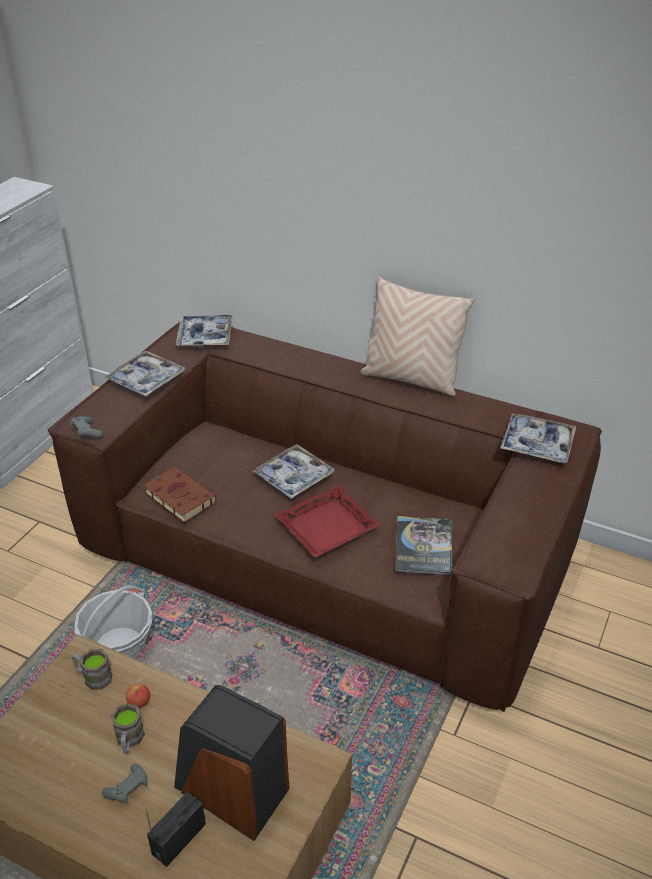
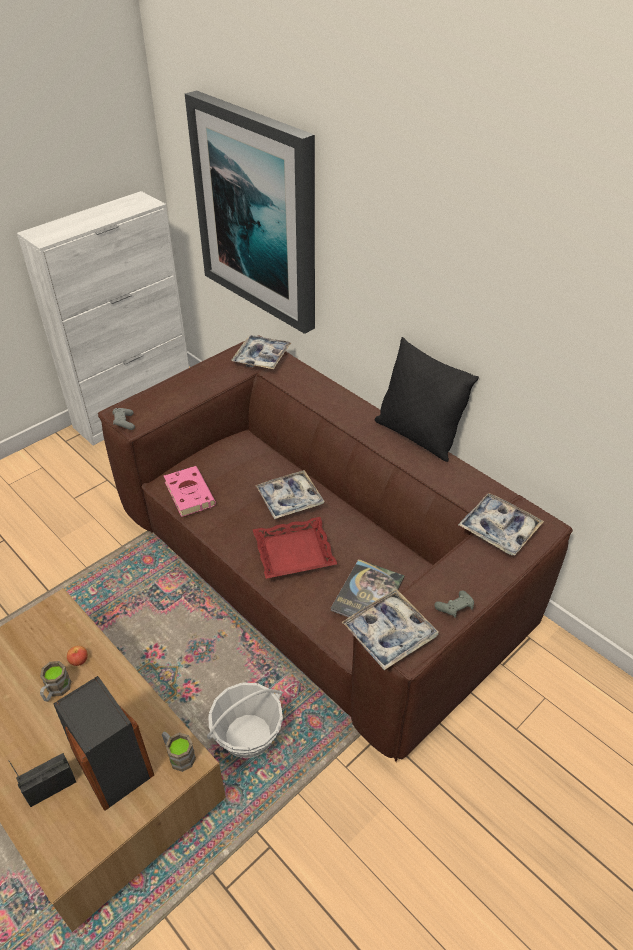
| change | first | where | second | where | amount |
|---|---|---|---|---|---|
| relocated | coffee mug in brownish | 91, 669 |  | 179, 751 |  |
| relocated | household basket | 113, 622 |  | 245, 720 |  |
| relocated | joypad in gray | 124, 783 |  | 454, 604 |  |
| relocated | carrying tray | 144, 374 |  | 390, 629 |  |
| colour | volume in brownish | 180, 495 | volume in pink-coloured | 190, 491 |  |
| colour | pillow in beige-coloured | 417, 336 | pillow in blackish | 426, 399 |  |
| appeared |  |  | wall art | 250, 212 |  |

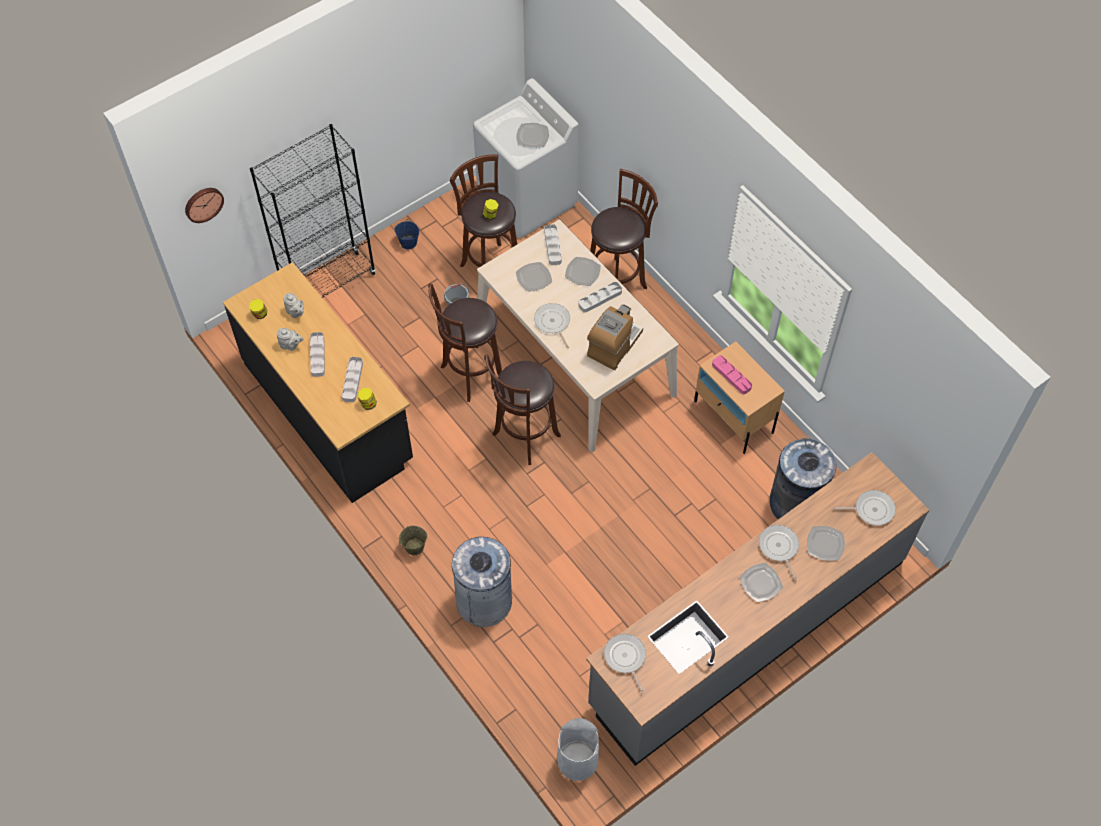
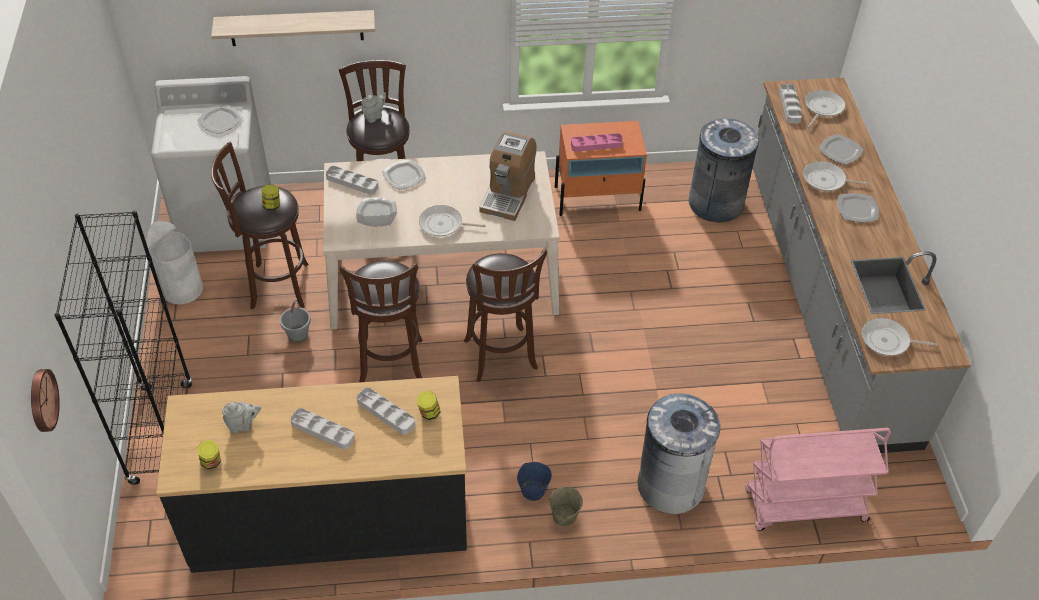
| change | first | where | second | where | amount |
|---|---|---|---|---|---|
| relocated | teapot in gray | 290, 339 |  | 373, 107 |  |
| relocated | water bucket in bluish | 407, 234 |  | 534, 481 |  |
| relocated | waste bin in whitish | 578, 749 |  | 175, 263 |  |
| relocated | carrying tray in gray | 600, 297 |  | 790, 103 |  |
| spun | coffee brewer | 615, 337 |  | 508, 176 | 135 degrees counterclockwise |
| colour | bedside table in beige-coloured | 739, 397 | bedside table in orange-coloured | 601, 168 |  |
| appeared |  |  | bracket shelf | 293, 28 |  |
| appeared |  |  | wheeled cart in pink-coloured | 818, 479 |  |

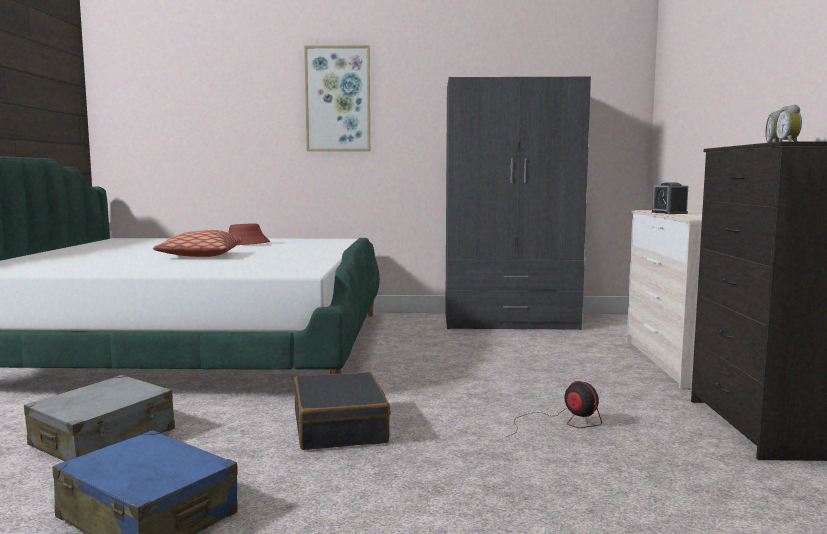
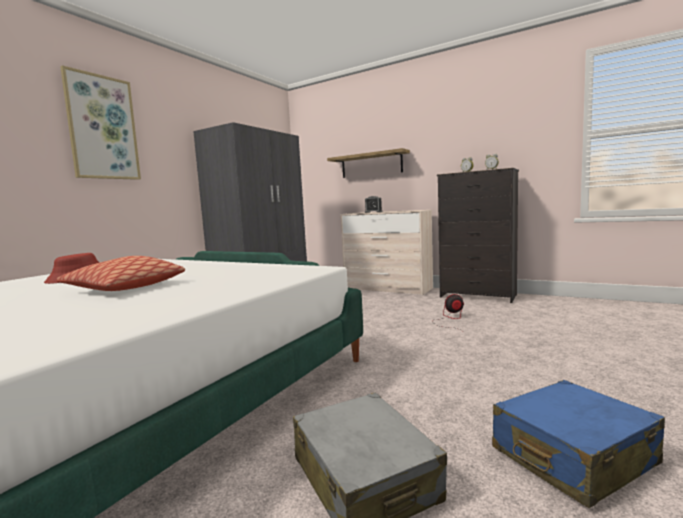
| change | first | where | second | where | amount |
|---|---|---|---|---|---|
| missing | suitcase in blackish | 342, 411 |  |  |  |
| appeared |  |  | bracket shelf | 368, 163 |  |

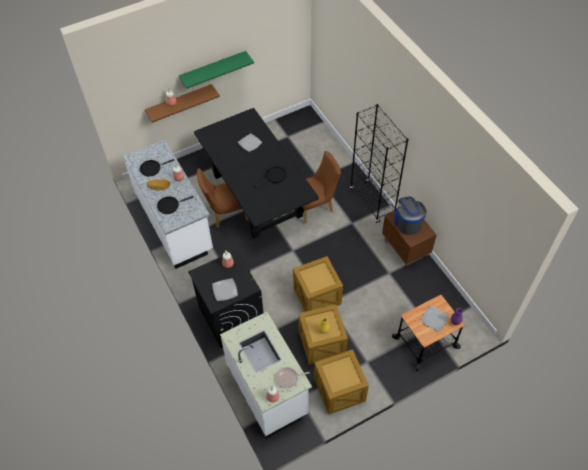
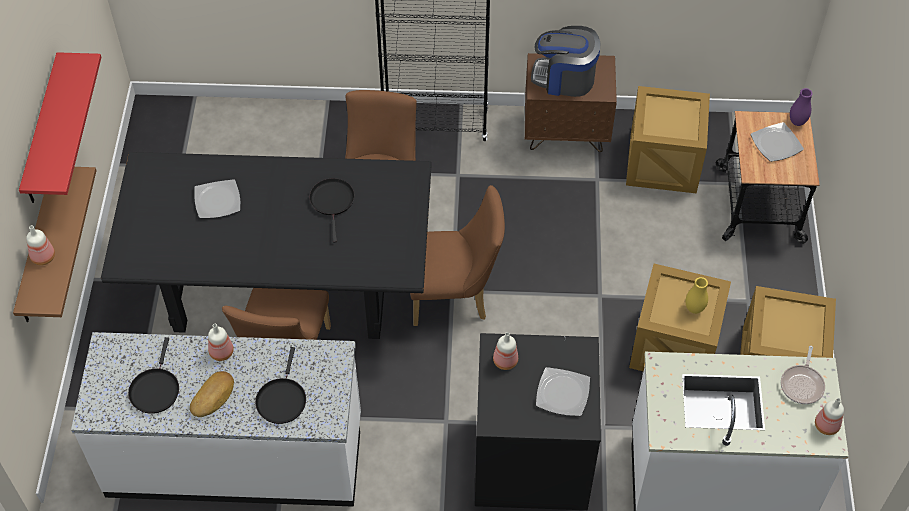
| change | first | where | second | where | amount |
|---|---|---|---|---|---|
| colour | bracket shelf in green-coloured | 216, 70 | bracket shelf in red-coloured | 60, 127 |  |
| relocated | shipping crate | 318, 284 |  | 668, 139 |  |
| appeared |  |  | upright chair in brownish | 457, 255 |  |

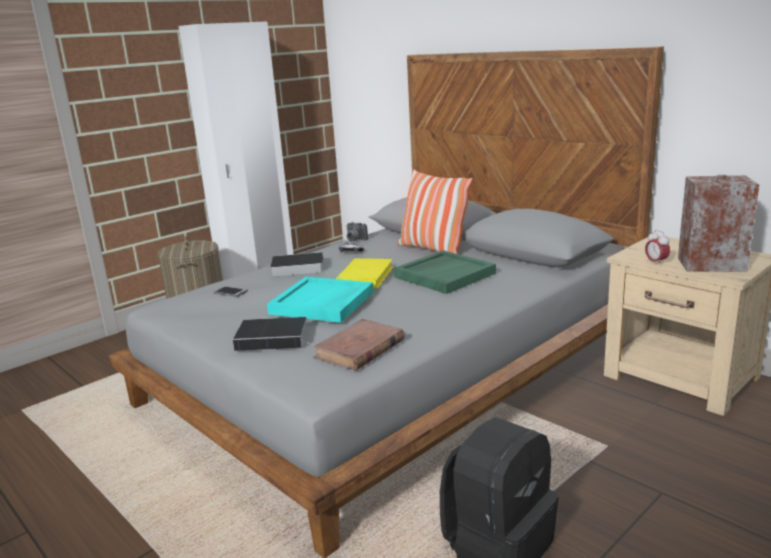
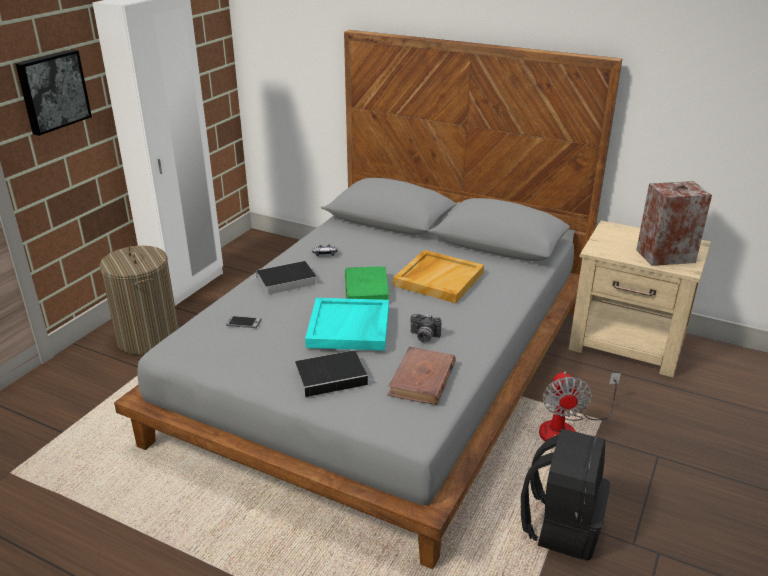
| change | first | where | second | where | amount |
|---|---|---|---|---|---|
| colour | volume in yellow-coloured | 365, 273 | volume in green-coloured | 367, 283 |  |
| relocated | still camera | 357, 232 |  | 426, 328 |  |
| colour | carrying tray in green-coloured | 445, 272 | carrying tray in beige-coloured | 438, 276 |  |
| missing | pillow | 435, 211 |  |  |  |
| missing | table clock | 657, 248 |  |  |  |
| appeared |  |  | wall art | 54, 92 |  |
| appeared |  |  | fan | 580, 406 |  |

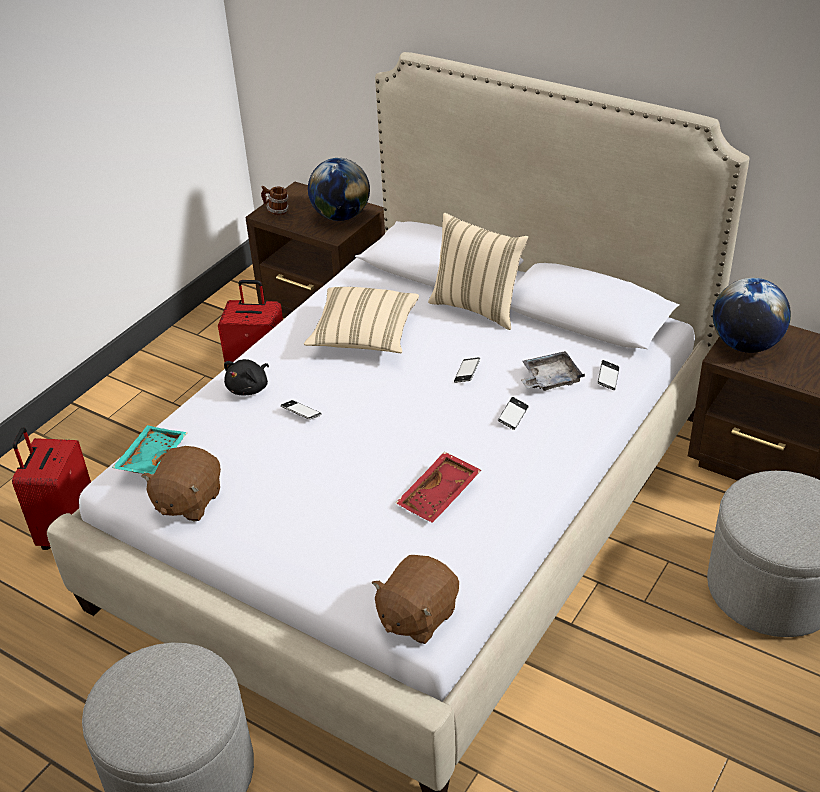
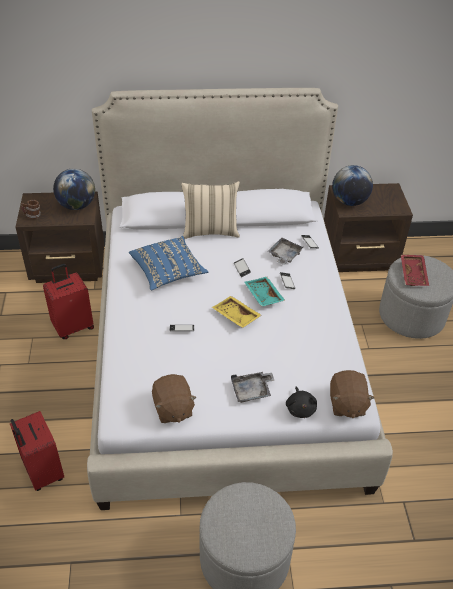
| change | first | where | second | where | amount |
|---|---|---|---|---|---|
| relocated | carrying tray in turquoise-coloured | 149, 450 |  | 264, 292 |  |
| relocated | soft toy in blackish | 246, 377 |  | 301, 402 |  |
| colour | pillow in beige-coloured | 361, 320 | pillow in bluish | 168, 263 |  |
| relocated | carrying tray in red-coloured | 438, 487 |  | 415, 270 |  |
| appeared |  |  | carrying tray in yellow-coloured | 237, 312 |  |
| appeared |  |  | carrying tray in gray | 253, 387 |  |

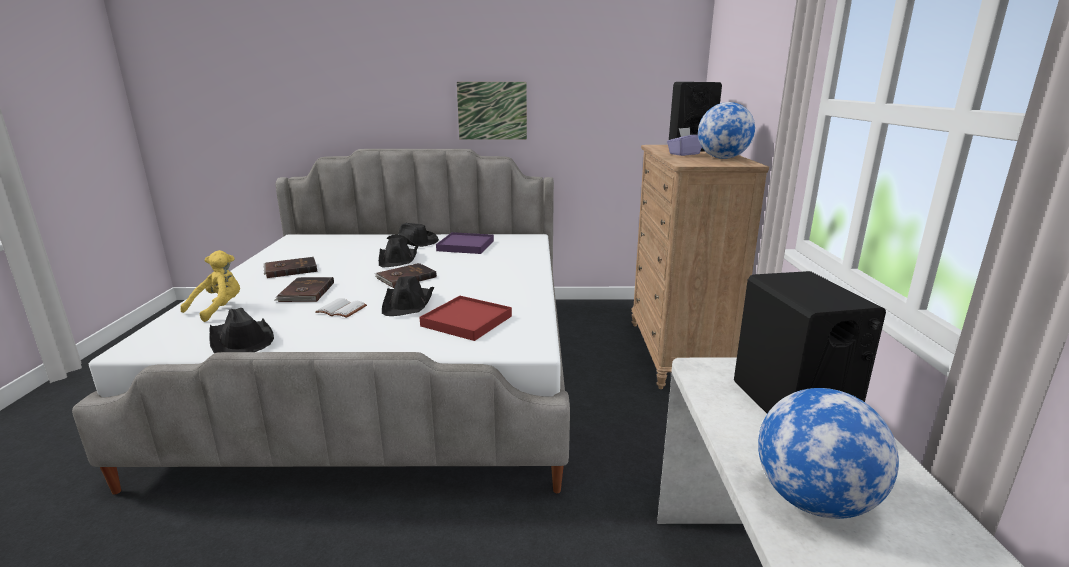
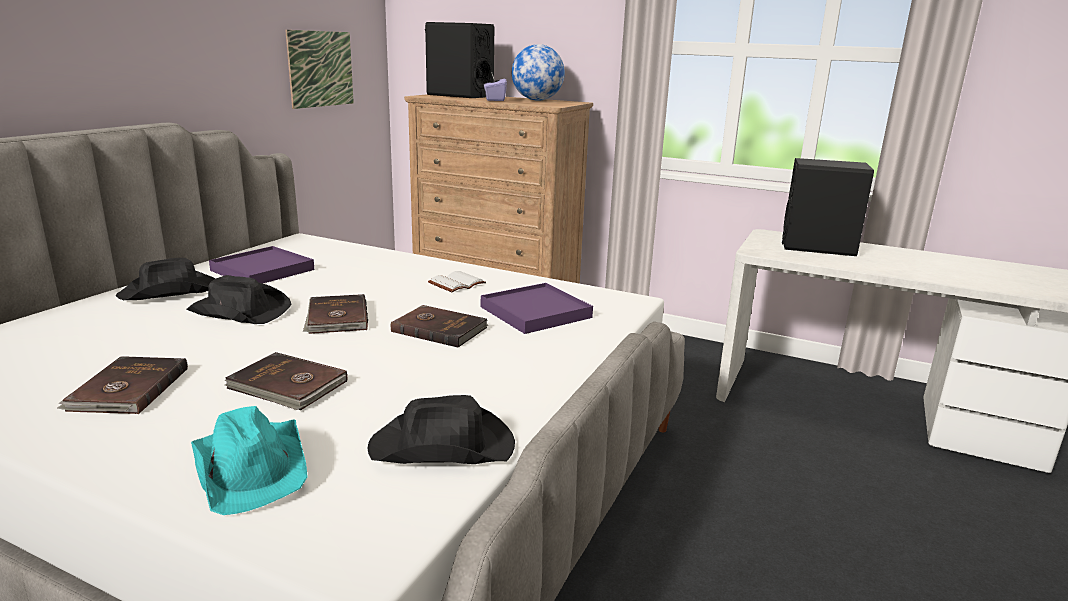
| change | first | where | second | where | amount |
|---|---|---|---|---|---|
| exchanged | soft toy in yellow-coloured | 210, 286 | wearable hat in turquoise-coloured | 249, 460 |  |
| relocated | volume in whitish | 341, 308 |  | 457, 281 |  |
| exchanged | wearable hat in blackish | 408, 296 | volume in brownish | 439, 326 |  |
| colour | carrying tray in red-coloured | 465, 318 | carrying tray in purplish | 537, 308 |  |
| relocated | wall art | 492, 110 |  | 319, 69 |  |
| missing | globe | 828, 453 |  |  |  |

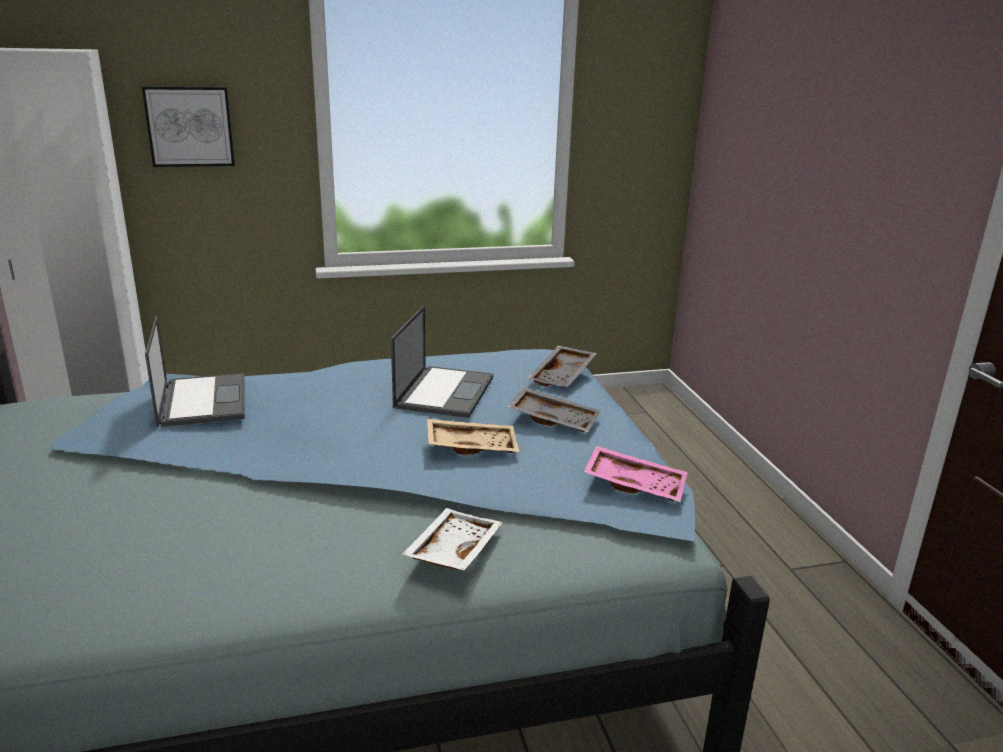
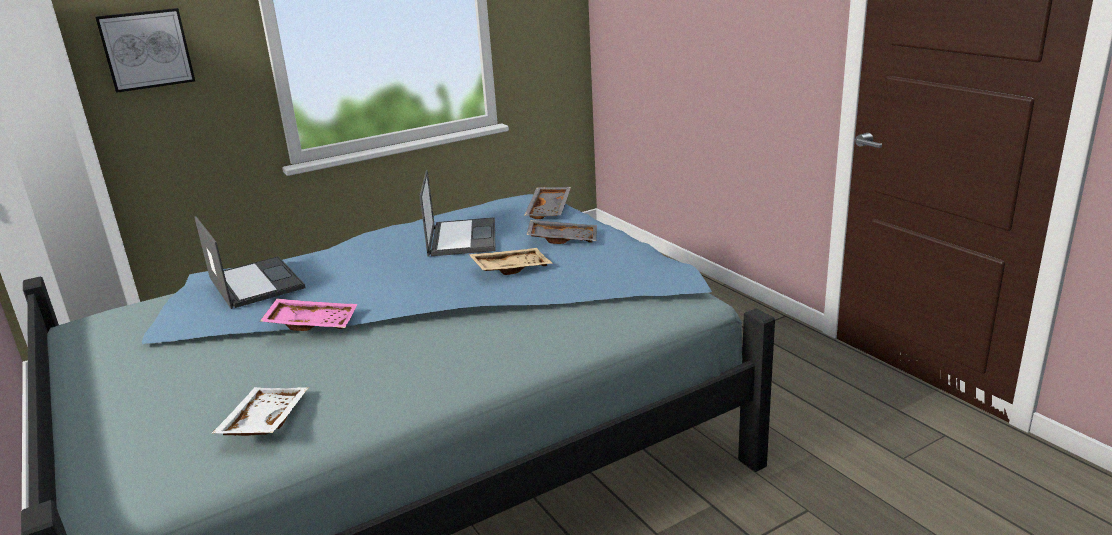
| change | first | where | second | where | amount |
|---|---|---|---|---|---|
| relocated | carrying tray in whitish | 452, 539 |  | 260, 411 |  |
| relocated | carrying tray in pink-coloured | 636, 473 |  | 308, 315 |  |

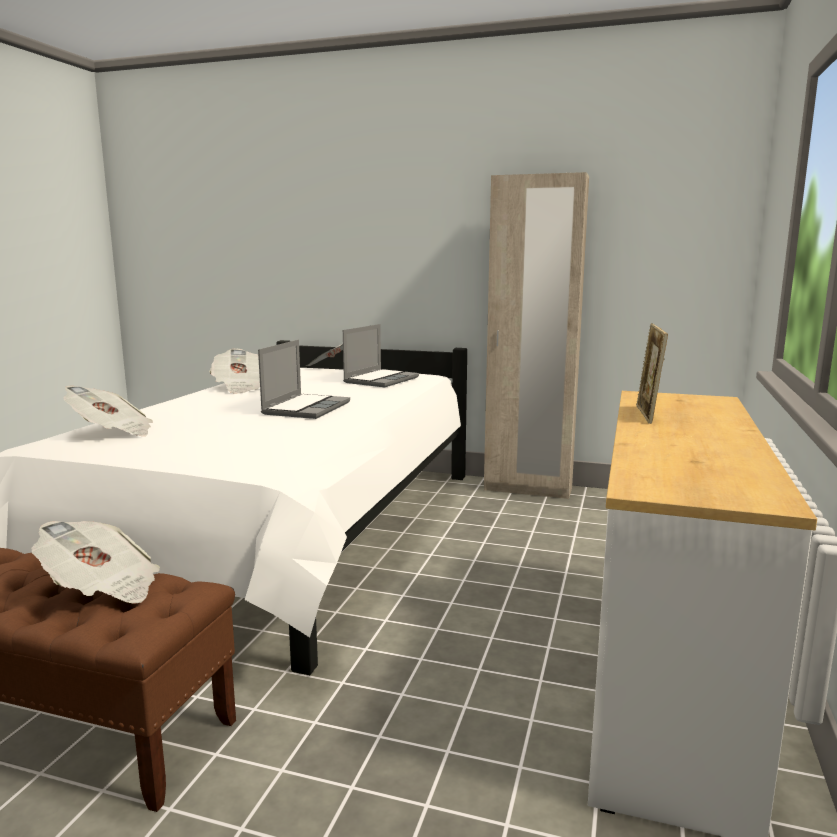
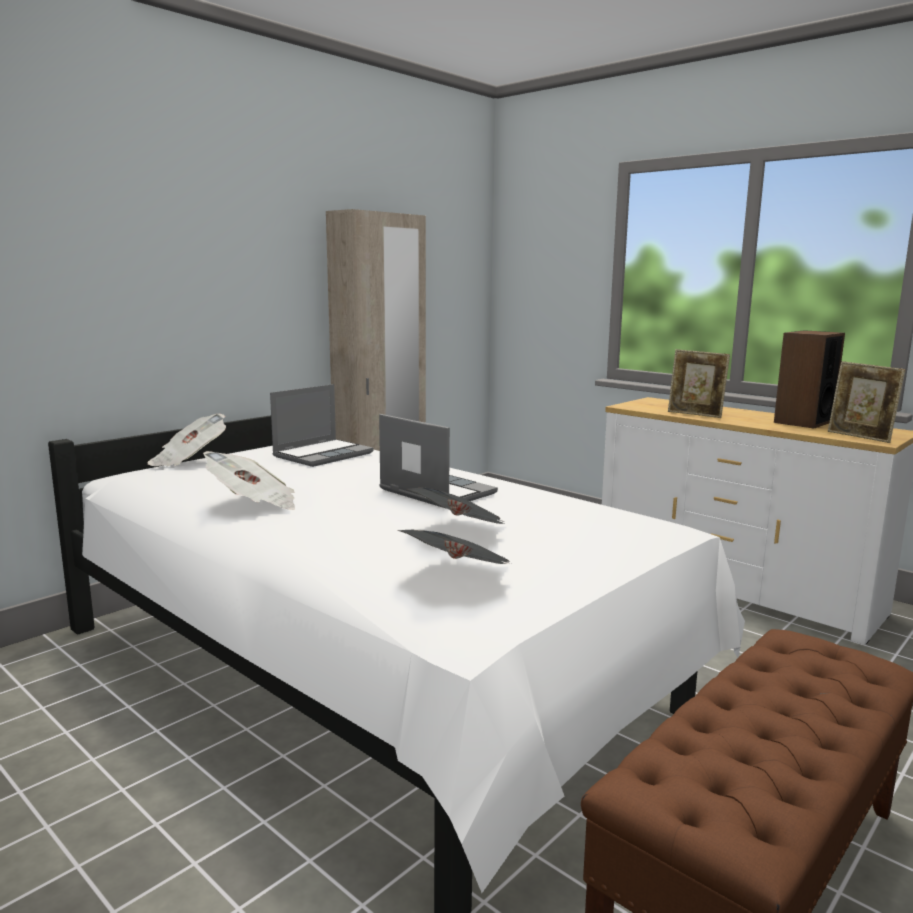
| change | first | where | second | where | amount |
|---|---|---|---|---|---|
| relocated | printed paper | 95, 562 |  | 455, 506 |  |
| spun | notebook computer | 381, 355 |  | 322, 425 | 75 degrees clockwise |
| appeared |  |  | loudspeaker | 809, 379 |  |
| appeared |  |  | photo frame | 867, 402 |  |

